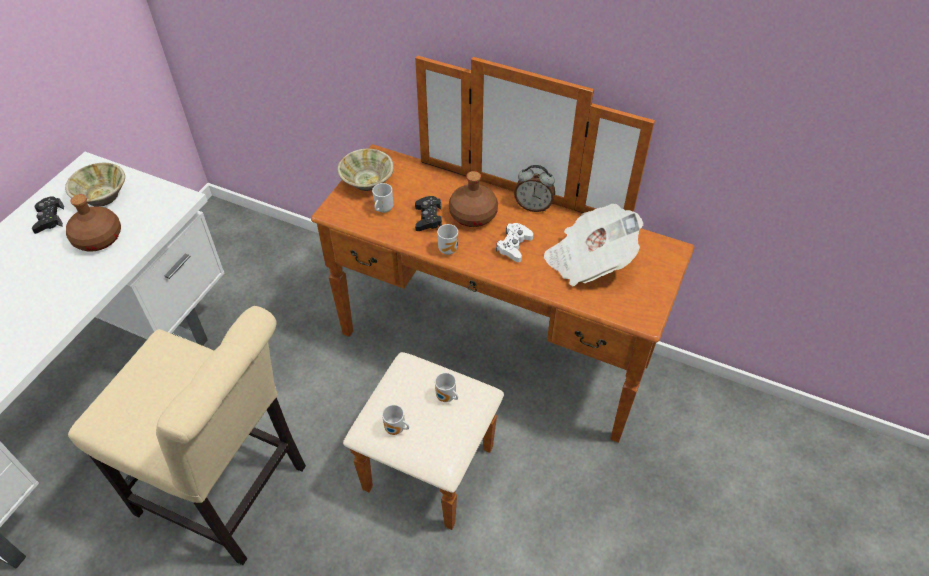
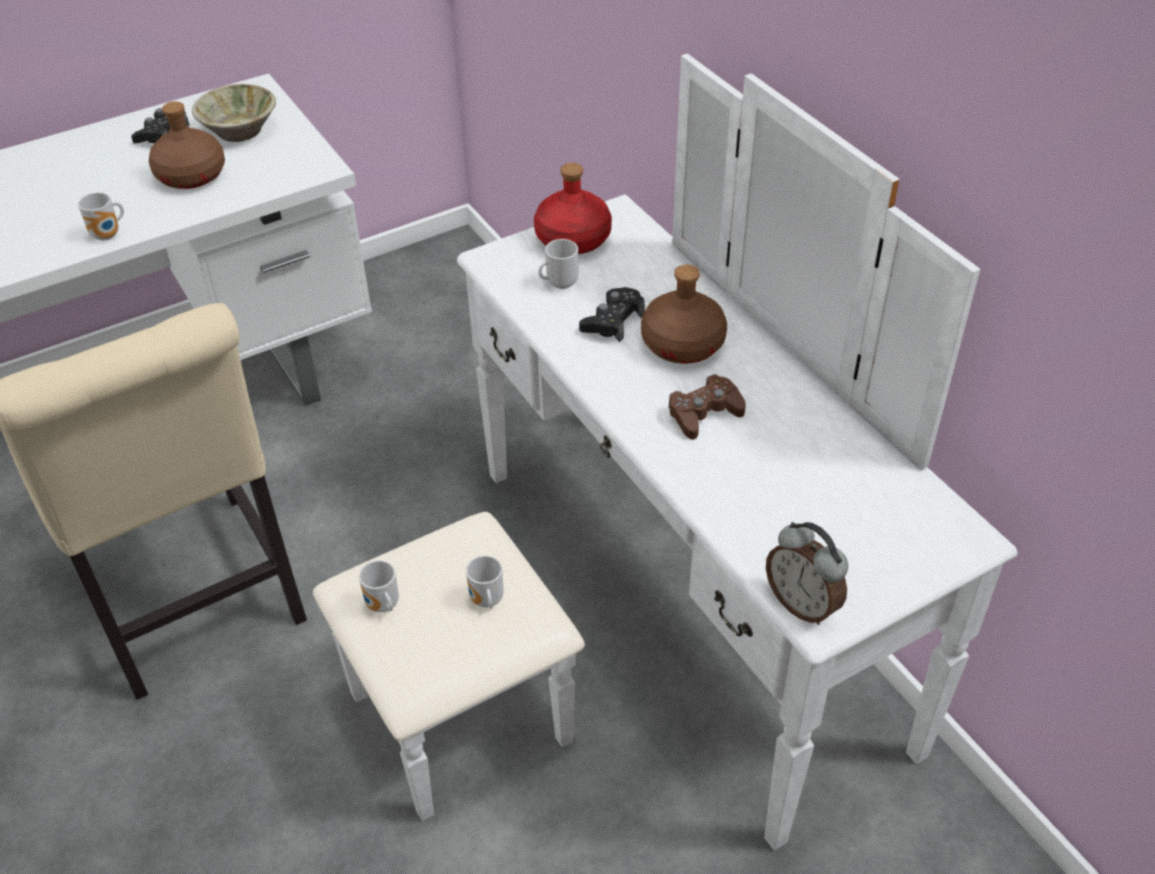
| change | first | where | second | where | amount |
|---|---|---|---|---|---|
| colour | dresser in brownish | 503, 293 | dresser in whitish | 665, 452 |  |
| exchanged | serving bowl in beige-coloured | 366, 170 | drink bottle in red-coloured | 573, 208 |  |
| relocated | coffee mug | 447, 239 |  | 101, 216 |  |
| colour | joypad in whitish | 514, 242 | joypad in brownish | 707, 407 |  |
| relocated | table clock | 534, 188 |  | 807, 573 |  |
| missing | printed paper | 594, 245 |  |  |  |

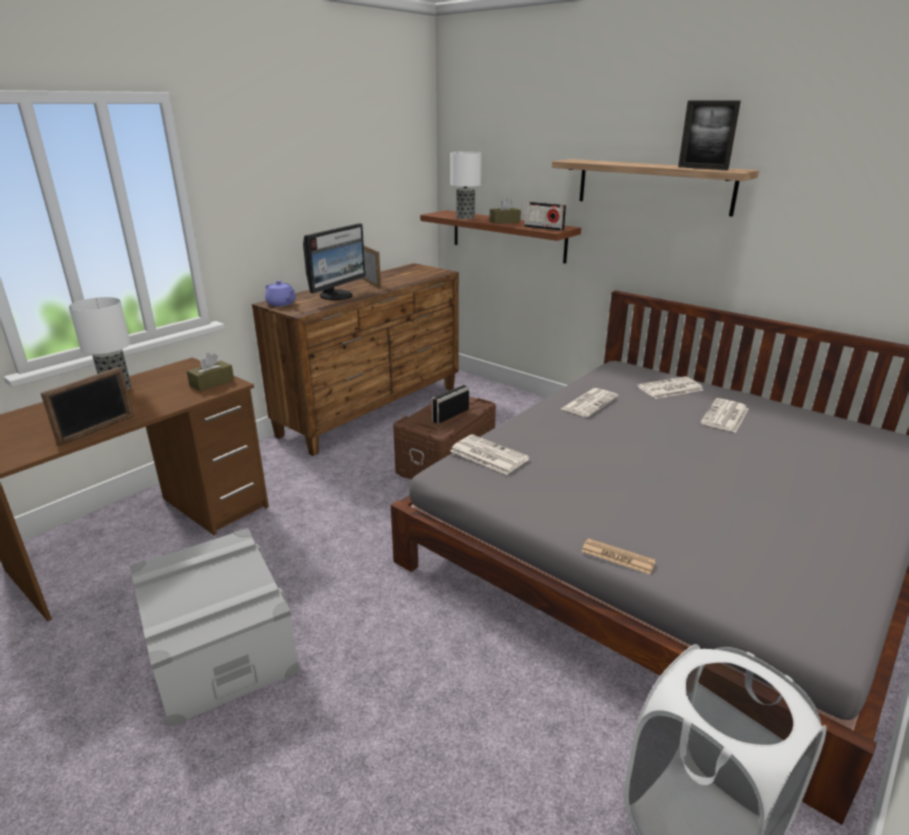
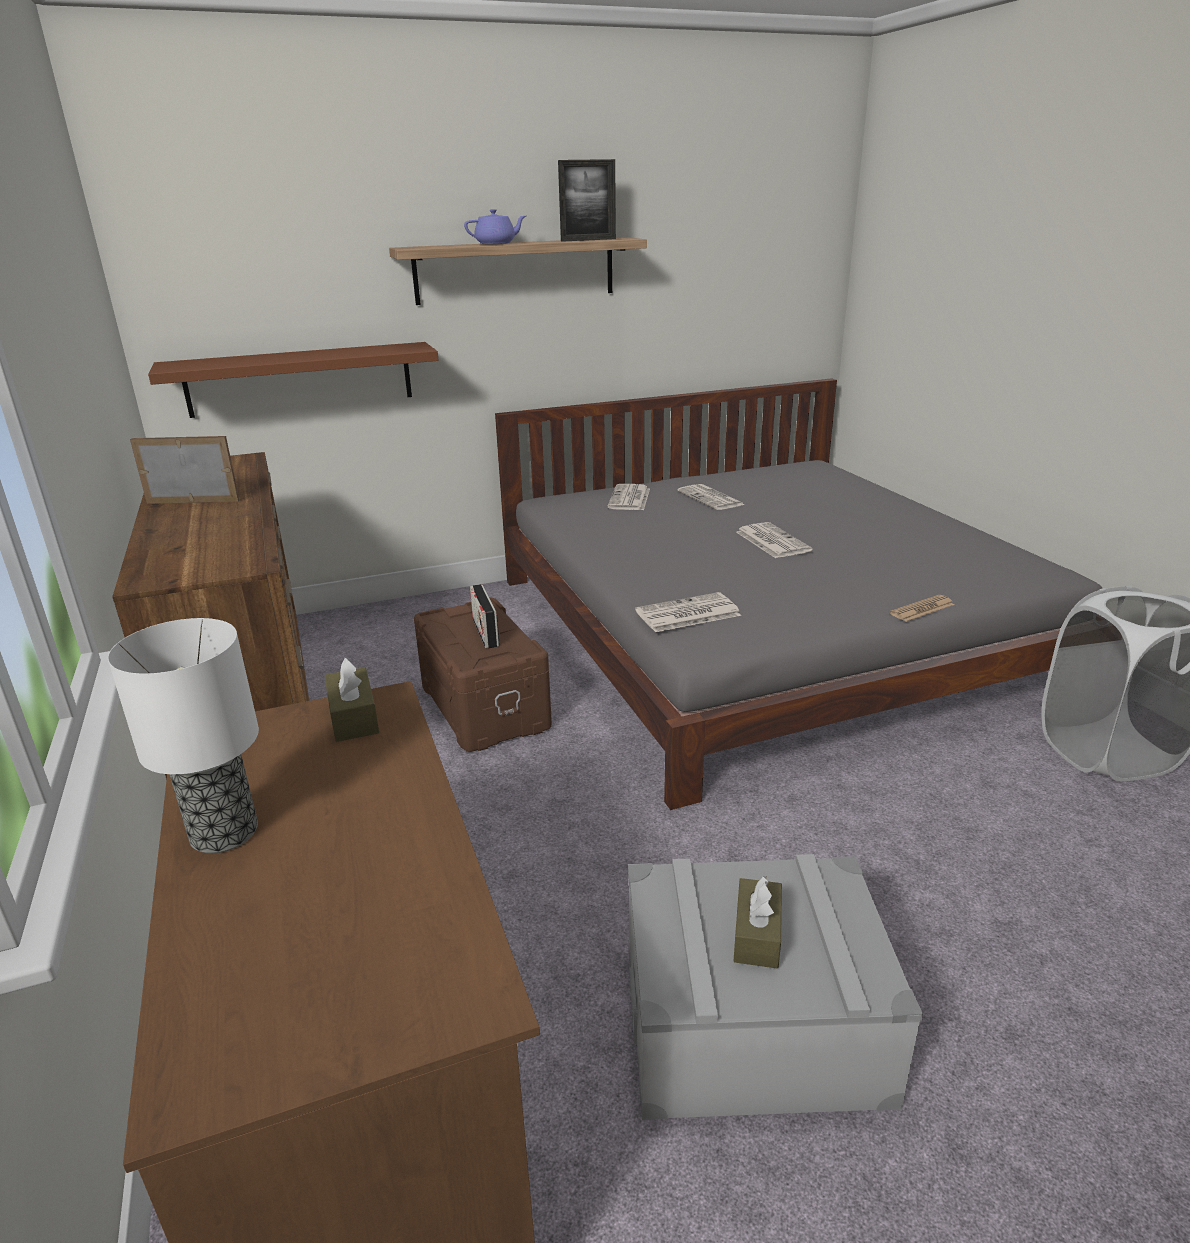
| change | first | where | second | where | amount |
|---|---|---|---|---|---|
| missing | photo frame | 87, 406 |  |  |  |
| relocated | teapot in purplish | 280, 293 |  | 495, 226 |  |
| missing | computer screen | 334, 261 |  |  |  |
| missing | tabletop lamp | 466, 185 |  |  |  |
| relocated | tissue holder in brownish | 505, 210 |  | 757, 922 |  |
| missing | radio | 545, 216 |  |  |  |
| relocated | printed paper | 590, 402 |  | 774, 540 |  |

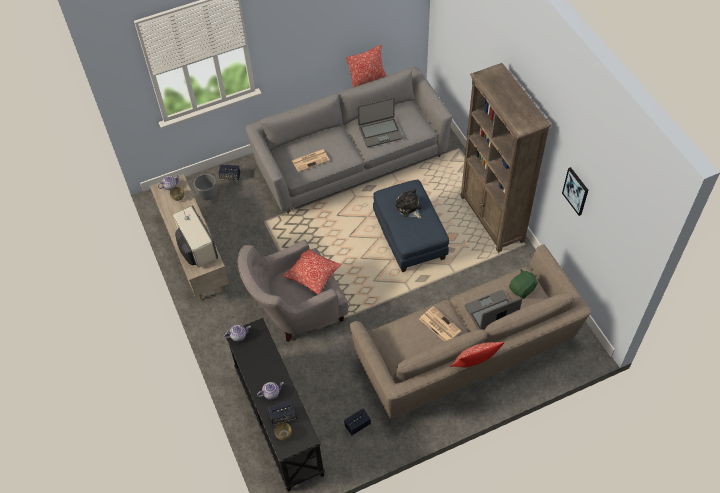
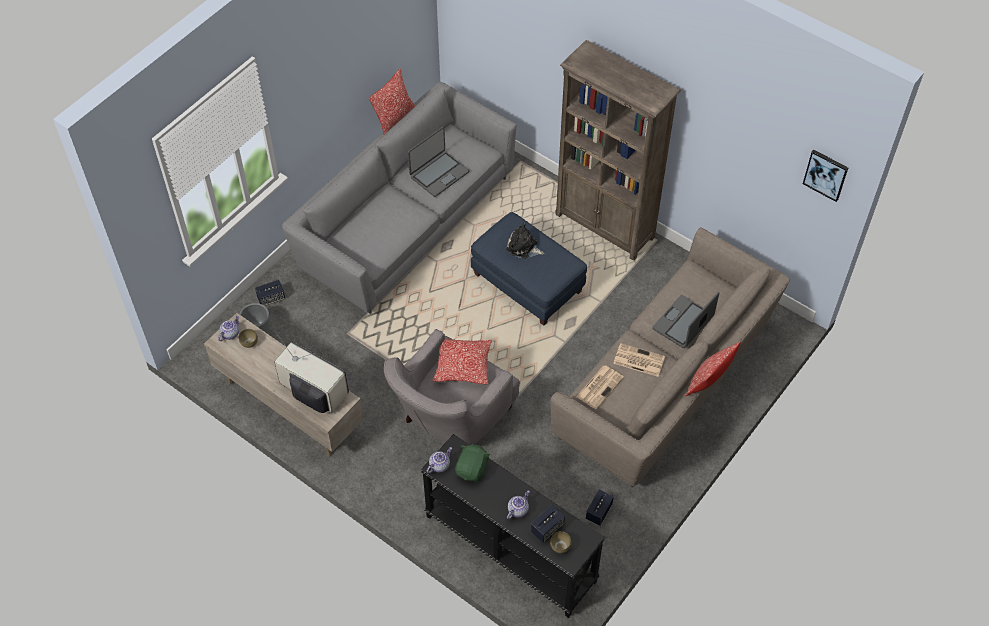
| change | first | where | second | where | amount |
|---|---|---|---|---|---|
| relocated | printed paper | 311, 160 |  | 600, 387 |  |
| relocated | soft toy in green-coloured | 523, 284 |  | 472, 463 |  |
| relocated | wall art | 575, 191 |  | 825, 176 |  |

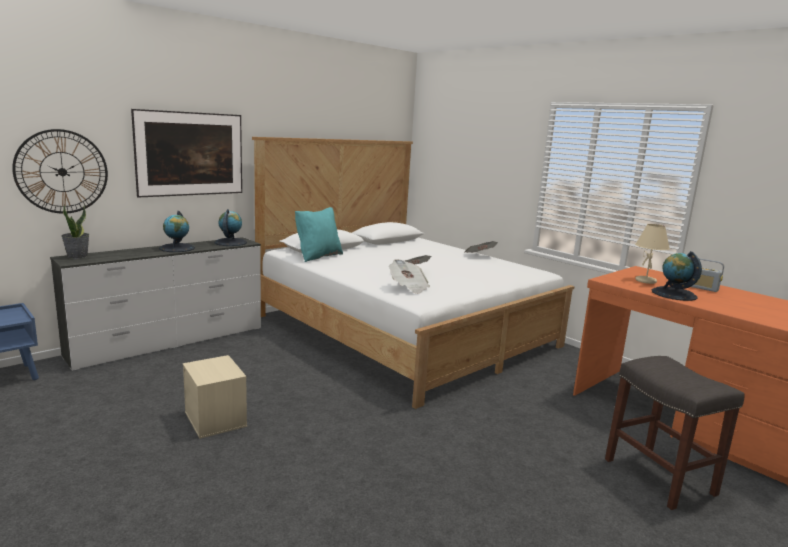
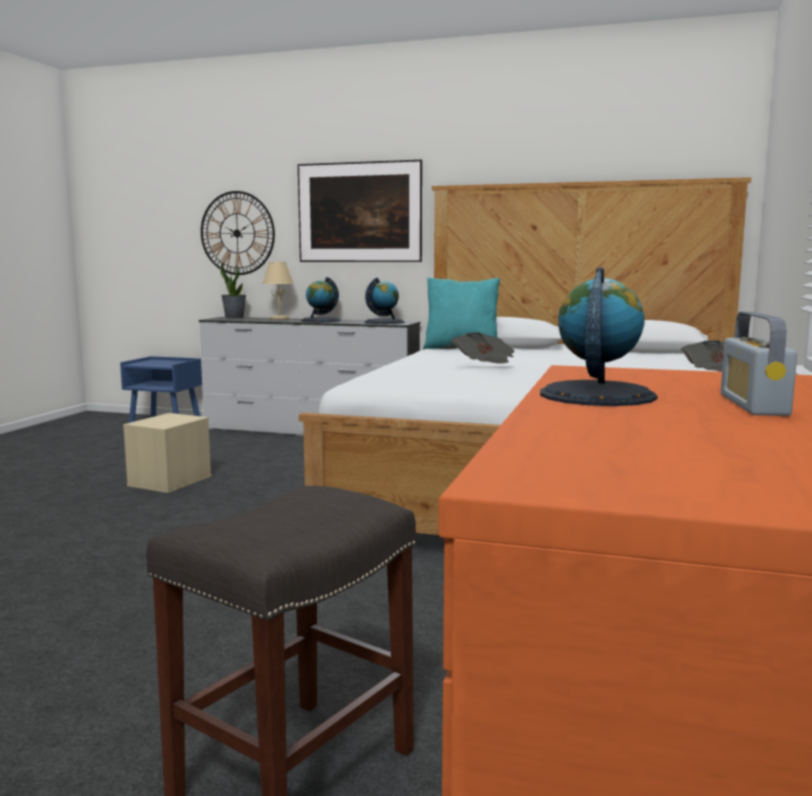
| change | first | where | second | where | amount |
|---|---|---|---|---|---|
| missing | printed paper | 409, 276 |  |  |  |
| relocated | tabletop lamp in beige-coloured | 652, 254 |  | 278, 291 |  |

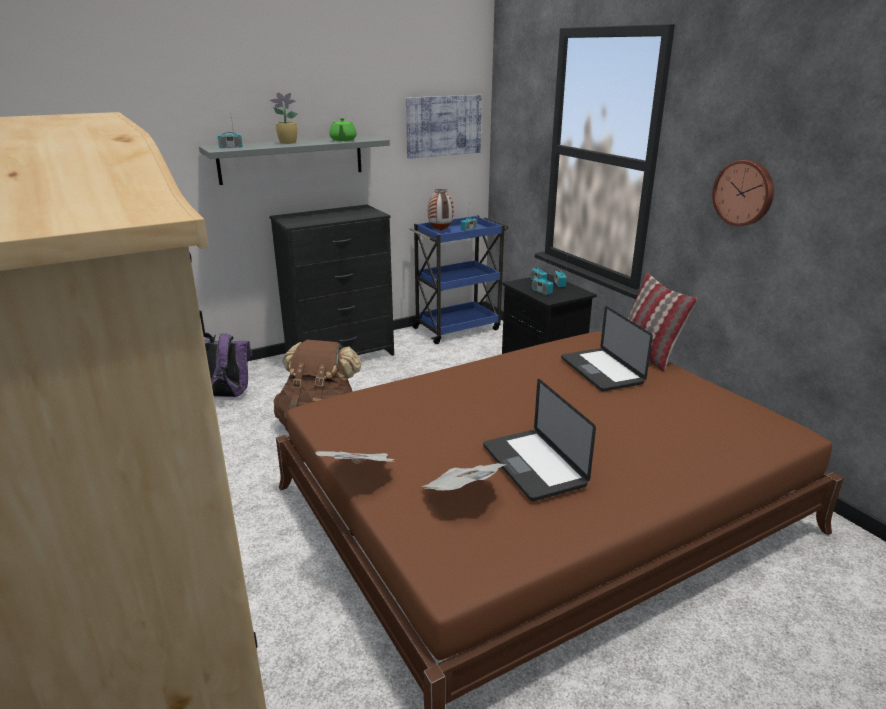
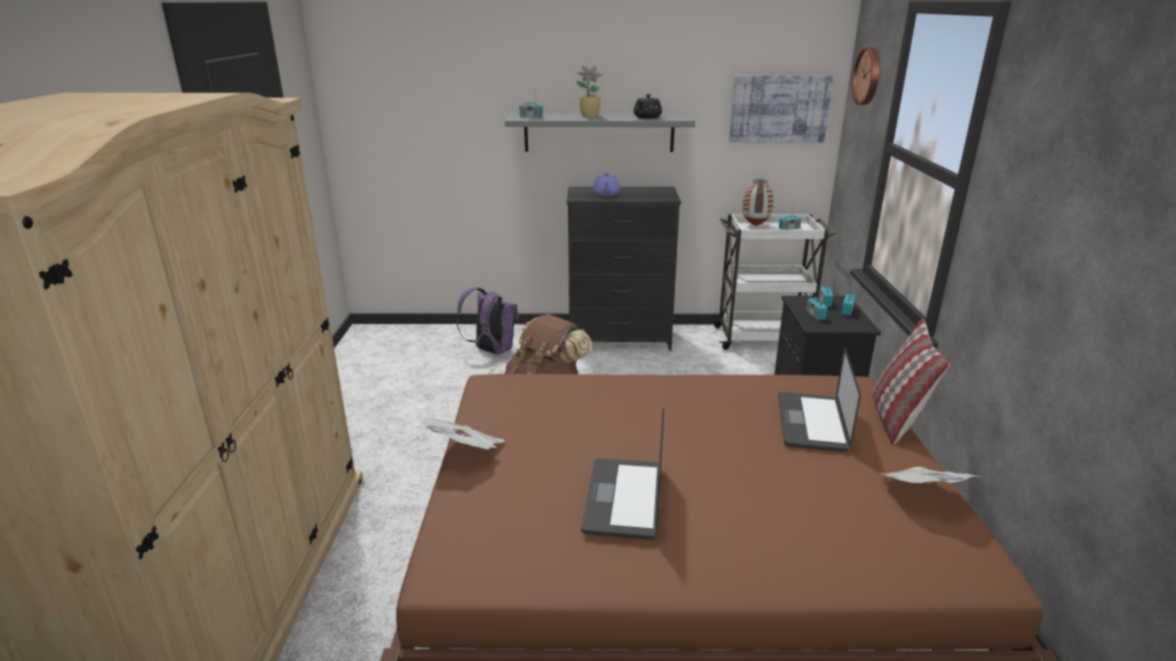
| change | first | where | second | where | amount |
|---|---|---|---|---|---|
| colour | teapot in green-coloured | 343, 129 | teapot in blackish | 648, 106 |  |
| colour | wheeled cart in bluish | 459, 279 | wheeled cart in whitish | 773, 282 |  |
| relocated | printed paper | 464, 477 |  | 929, 475 |  |
| relocated | clock on the wall | 743, 193 |  | 866, 76 |  |
| appeared |  |  | teapot in purplish | 606, 185 |  |

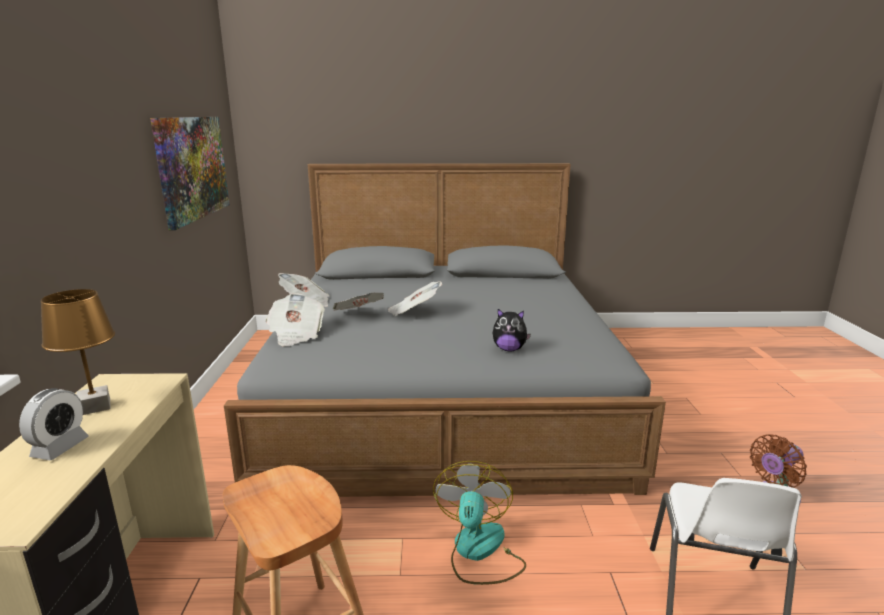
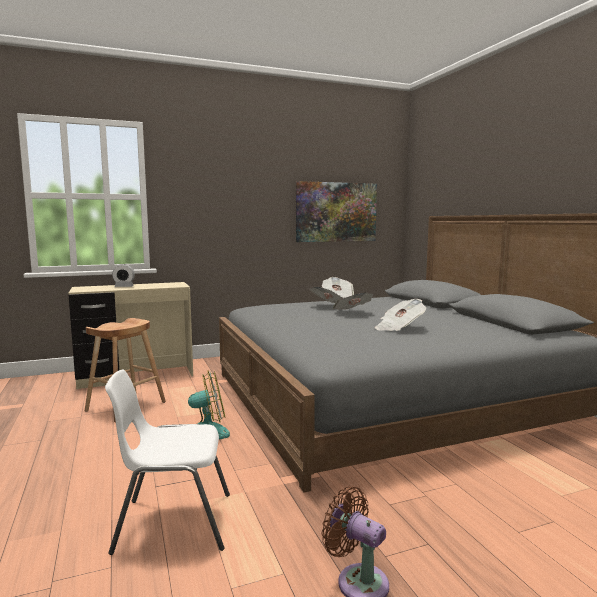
| change | first | where | second | where | amount |
|---|---|---|---|---|---|
| missing | tabletop lamp in brownish | 78, 352 |  |  |  |
| relocated | printed paper | 295, 320 |  | 400, 315 |  |
| missing | soft toy | 512, 330 |  |  |  |

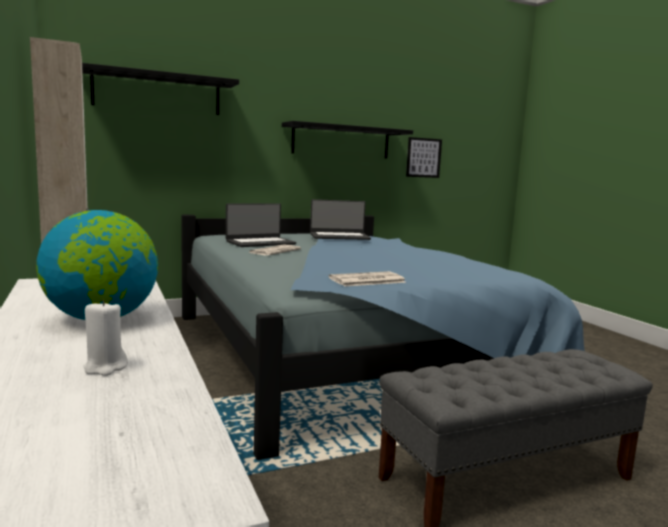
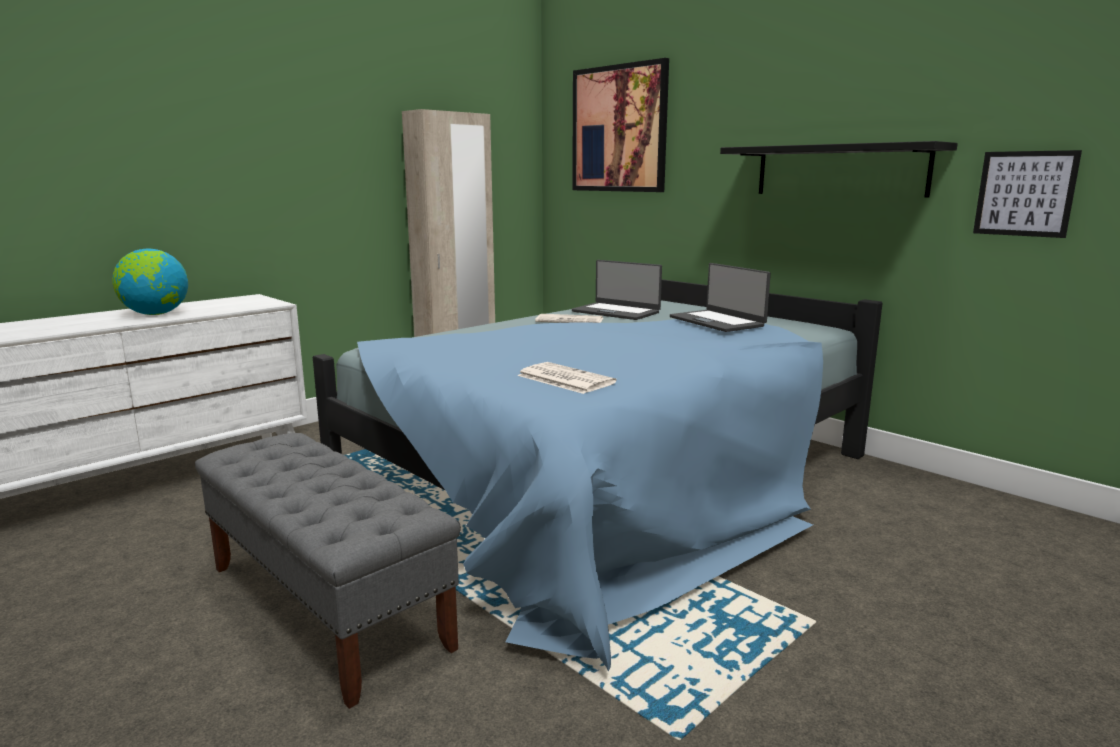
| change | first | where | second | where | amount |
|---|---|---|---|---|---|
| exchanged | bracket shelf in blackish | 160, 89 | wall art | 620, 125 |  |
| missing | wax candle in whitish | 105, 337 |  |  |  |
| relocated | printed paper | 367, 278 |  | 567, 378 |  |

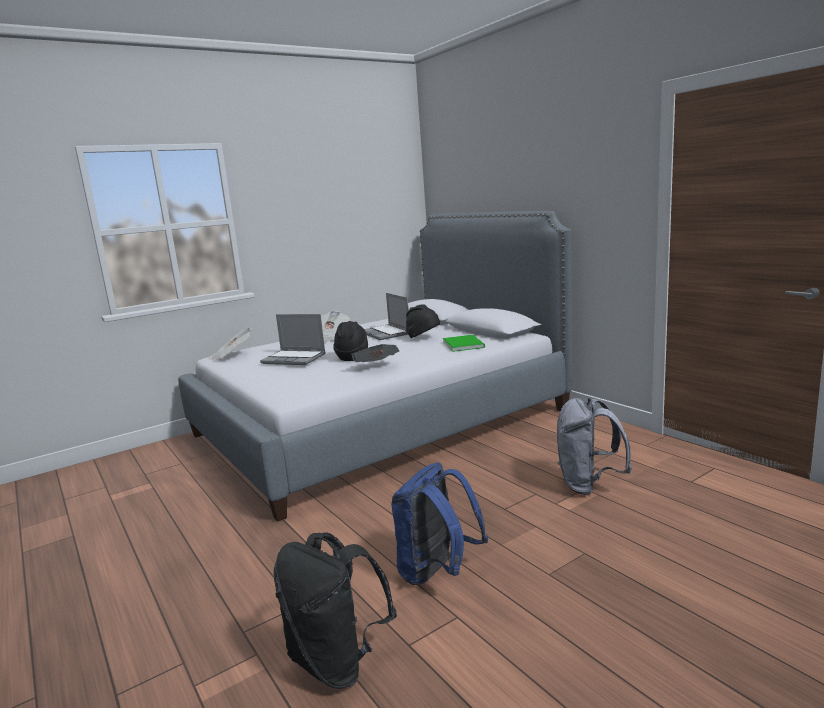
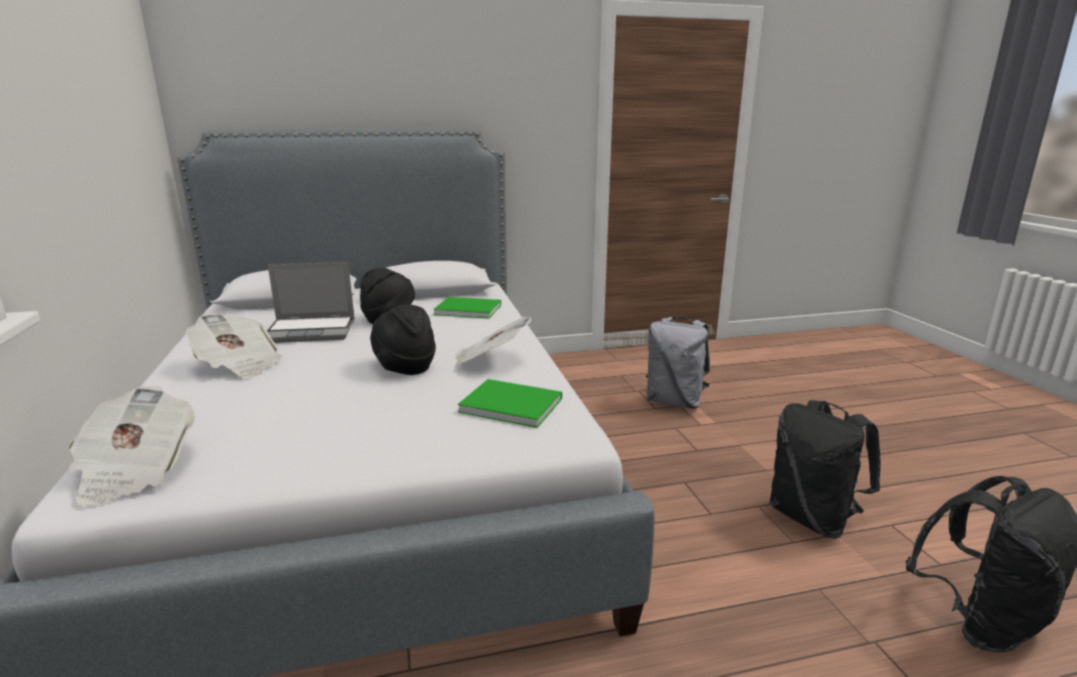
| change | first | where | second | where | amount |
|---|---|---|---|---|---|
| missing | notebook computer | 293, 339 |  |  |  |
| colour | knapsack in bluish | 439, 524 | knapsack in blackish | 824, 469 |  |
| appeared |  |  | volume in green-coloured | 510, 403 |  |

